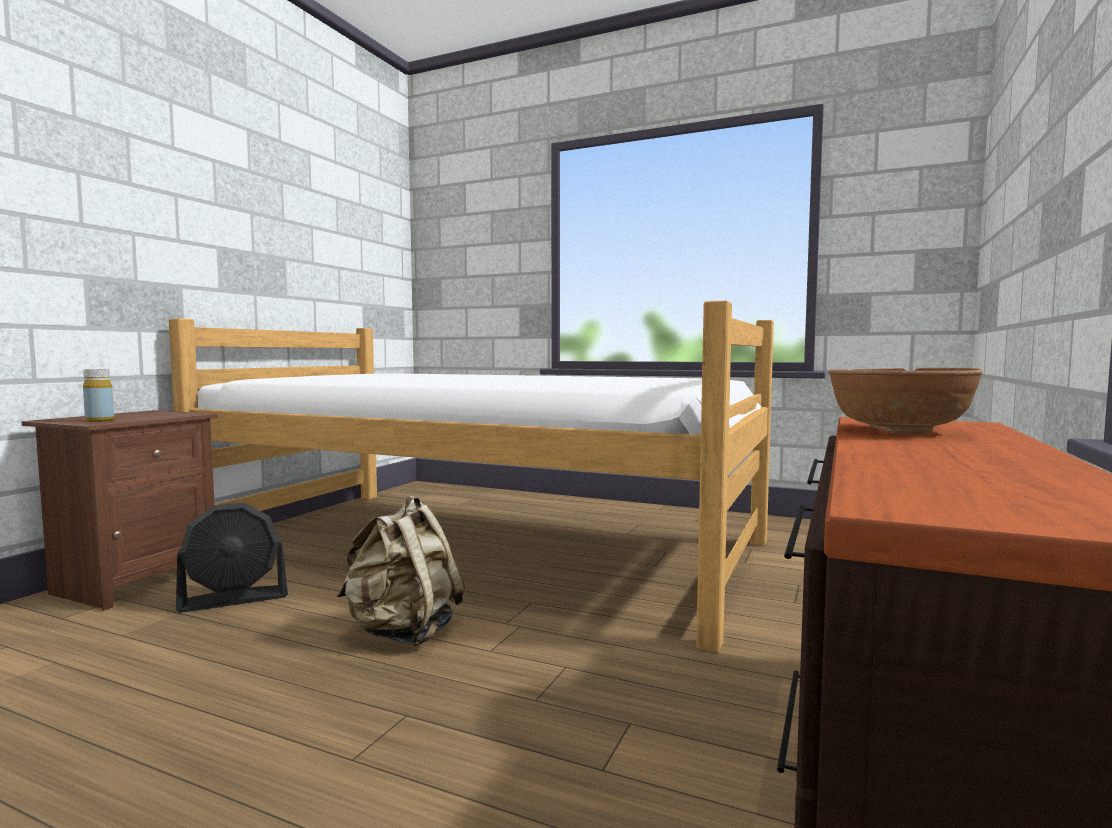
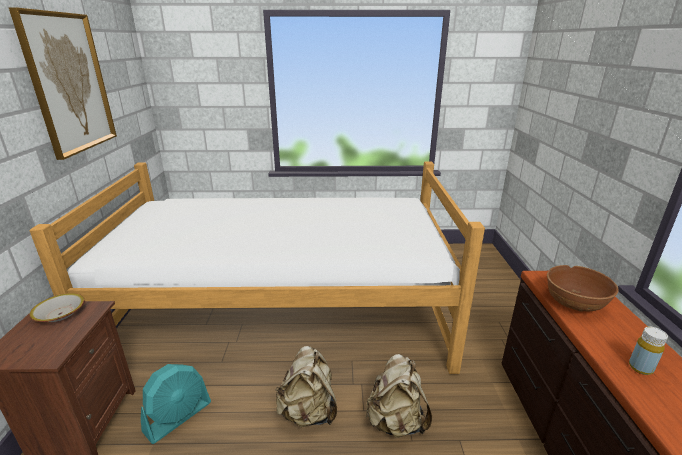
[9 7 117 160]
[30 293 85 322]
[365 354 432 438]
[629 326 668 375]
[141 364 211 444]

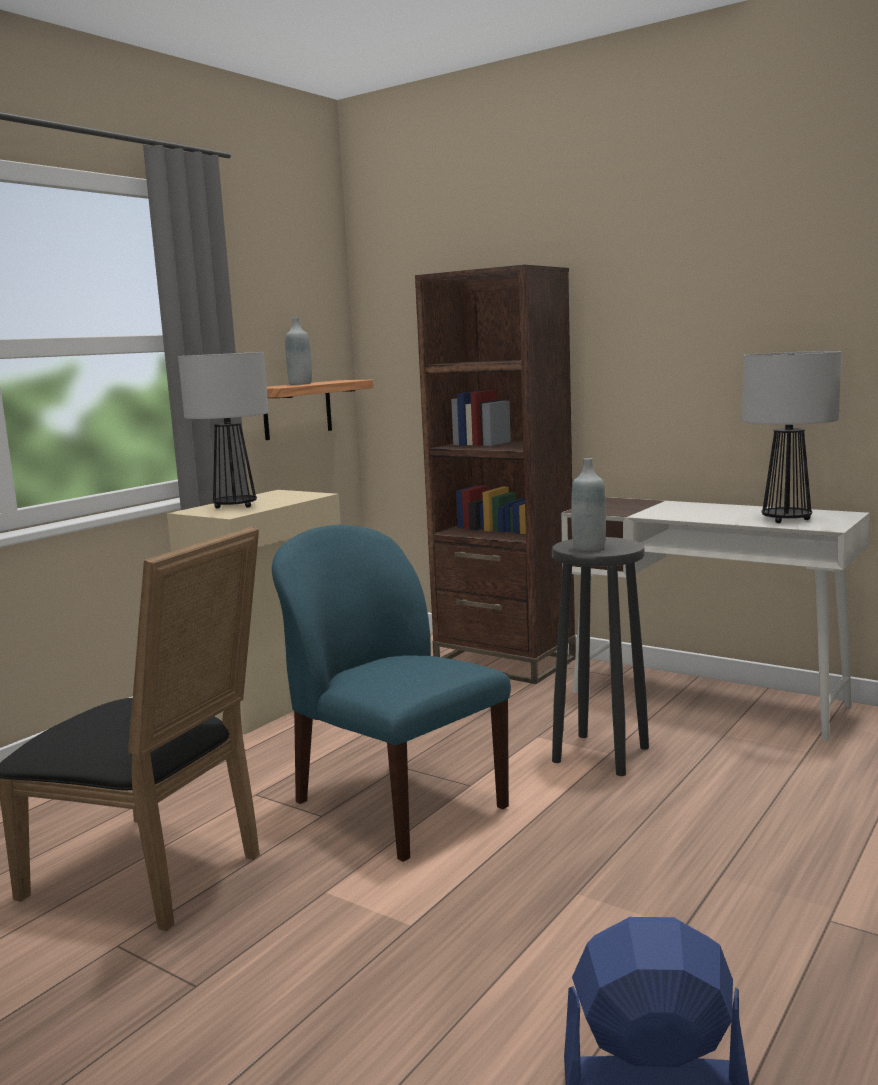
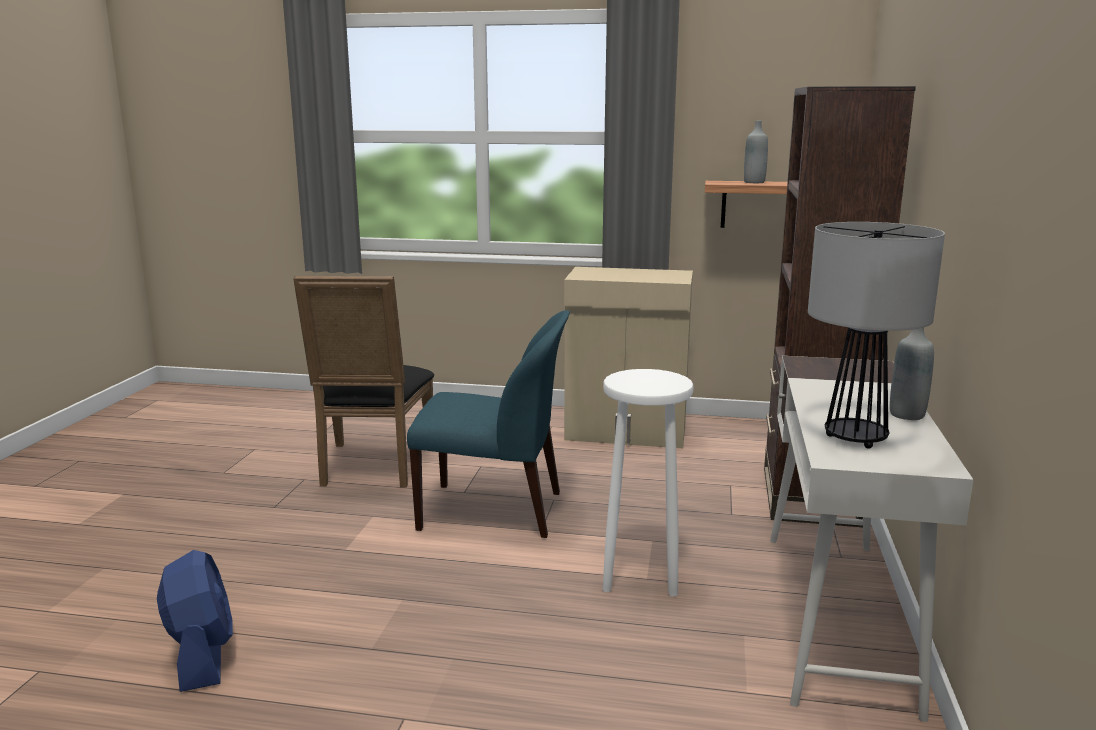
[178 352 269 509] (first image)
[890 328 934 420]
[603 369 693 596]
[407 310 570 538]

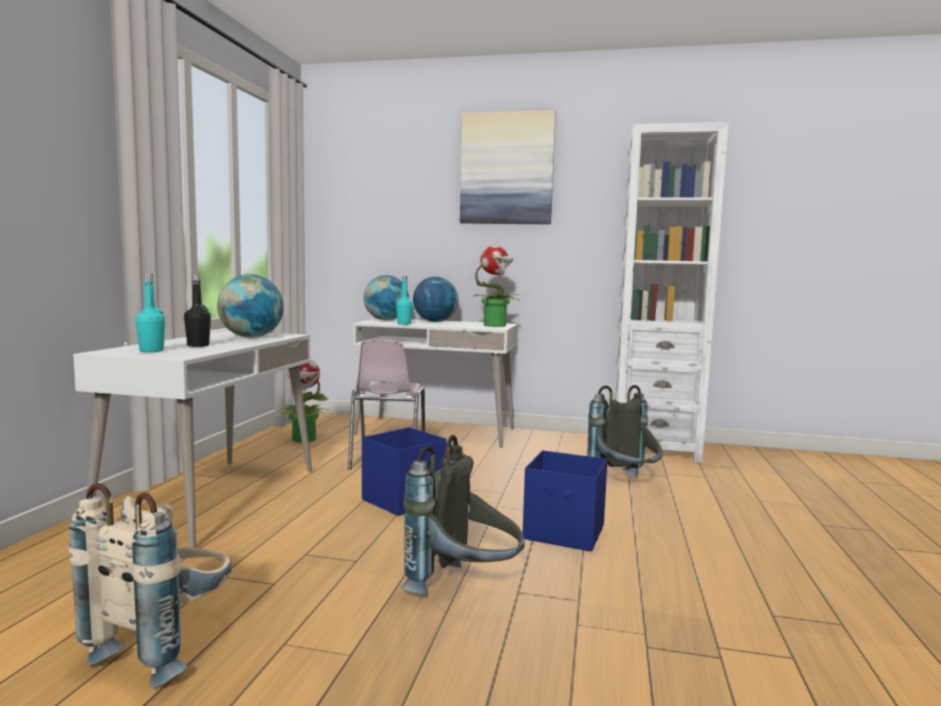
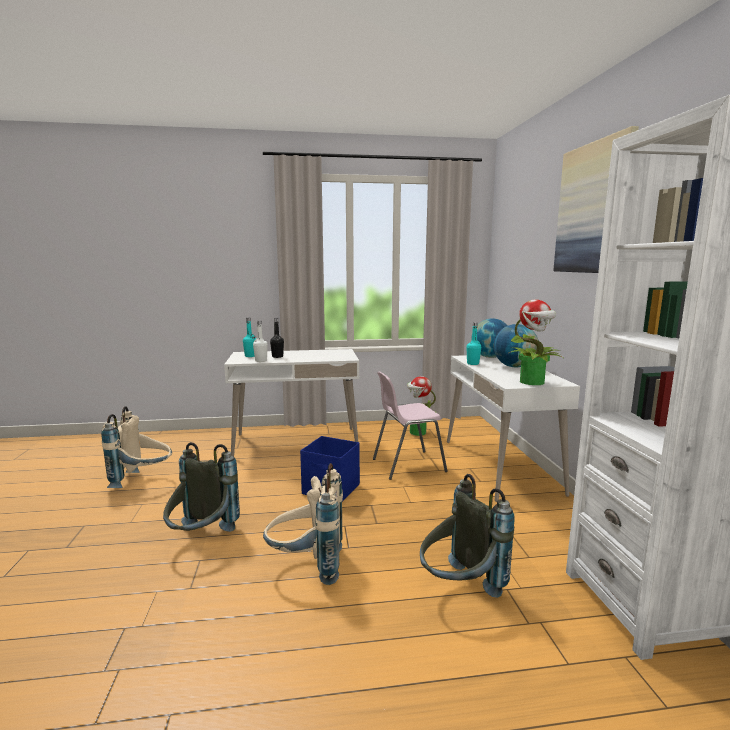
[217 274 284 338] (first image)
[253 320 268 362]
[263 463 343 585]

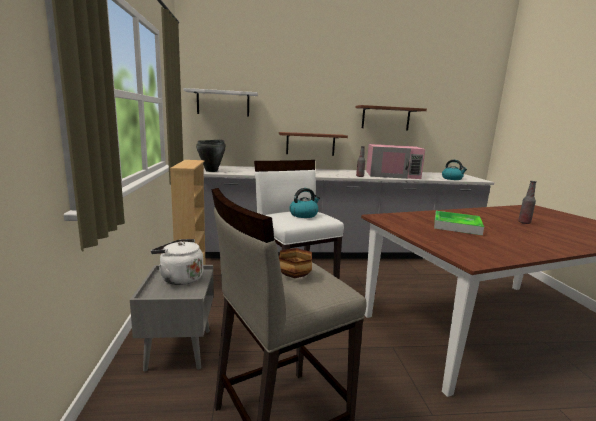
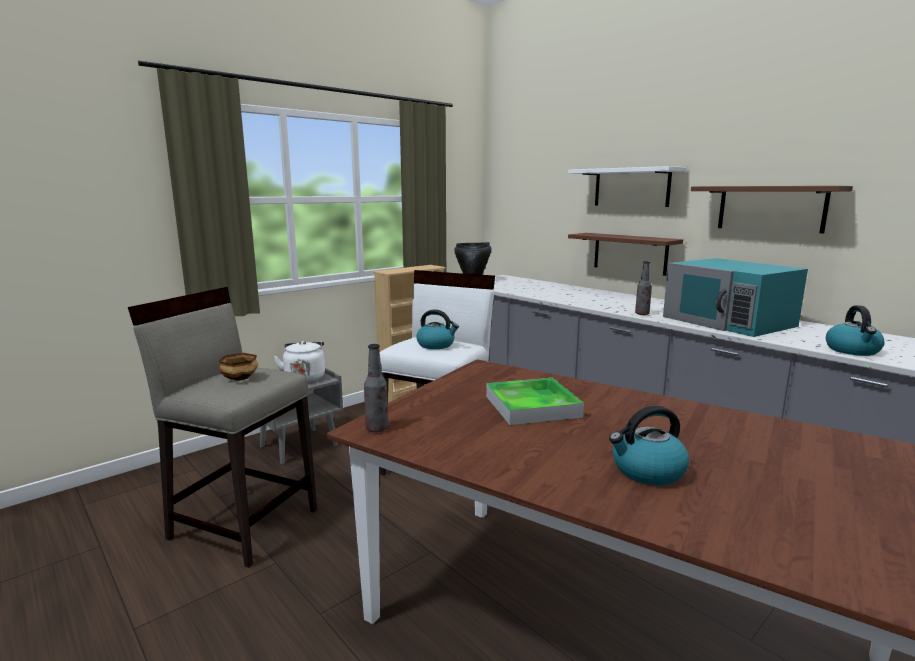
[609 406 689 485]
[568 166 686 207]
[364 344 389 432]
[663 258 808 337]

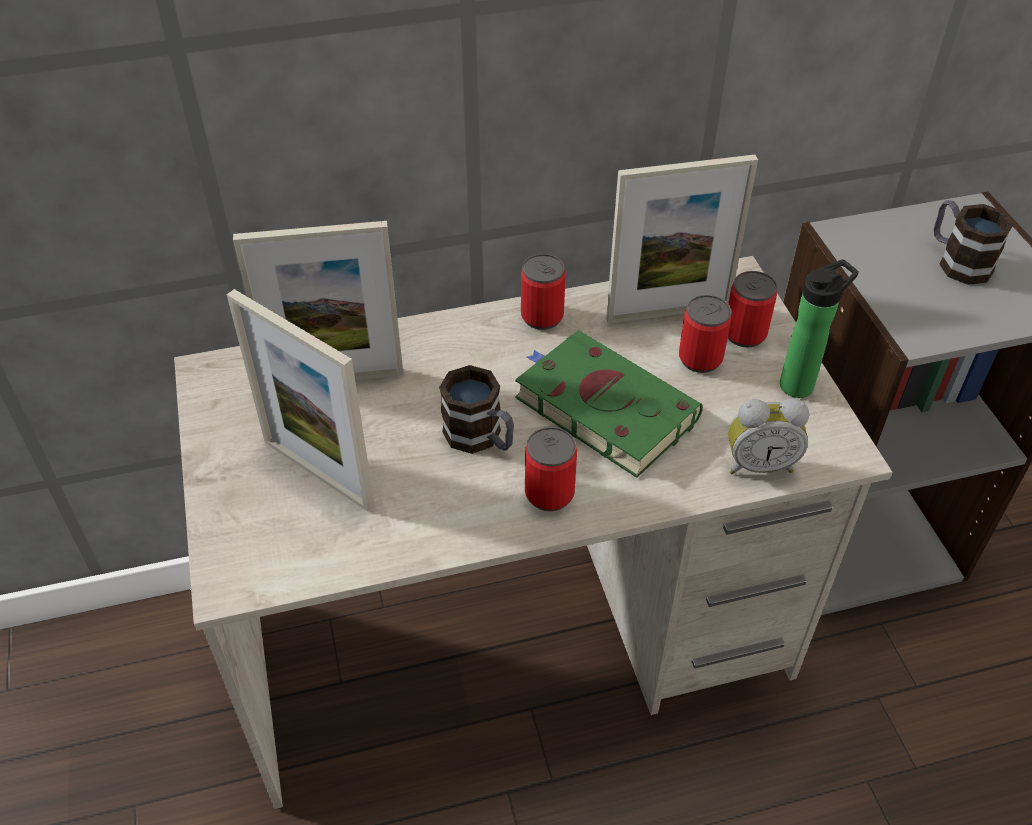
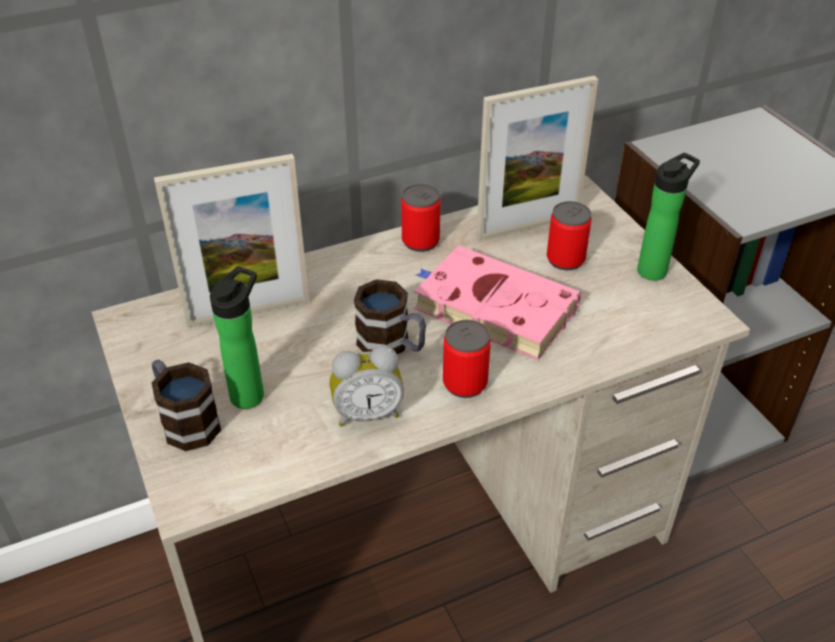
[728 271 777 348] (first image)
[330 346 404 427]
[151 360 221 451]
[210 266 264 409]
[414 245 581 360]

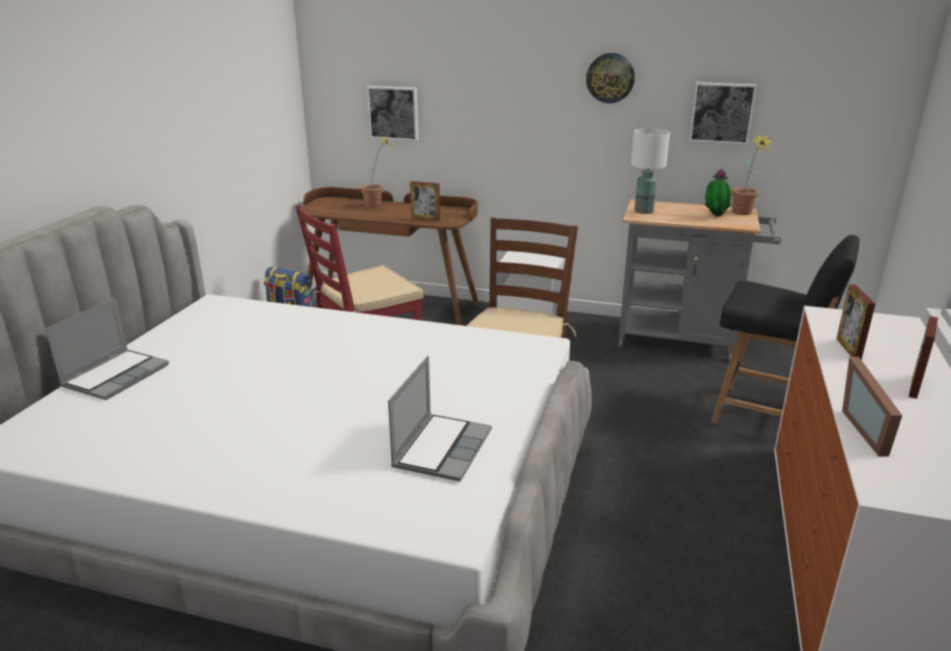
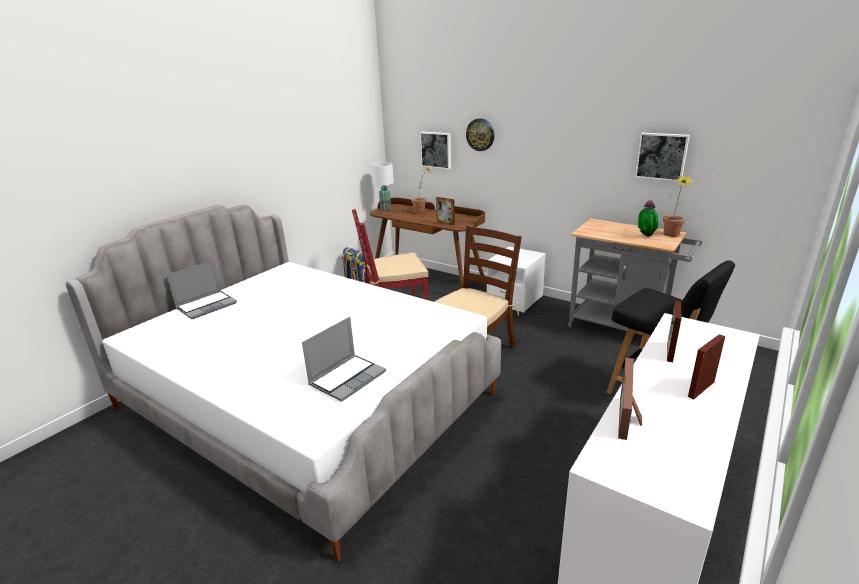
[466 118 494 151]
[372 162 394 211]

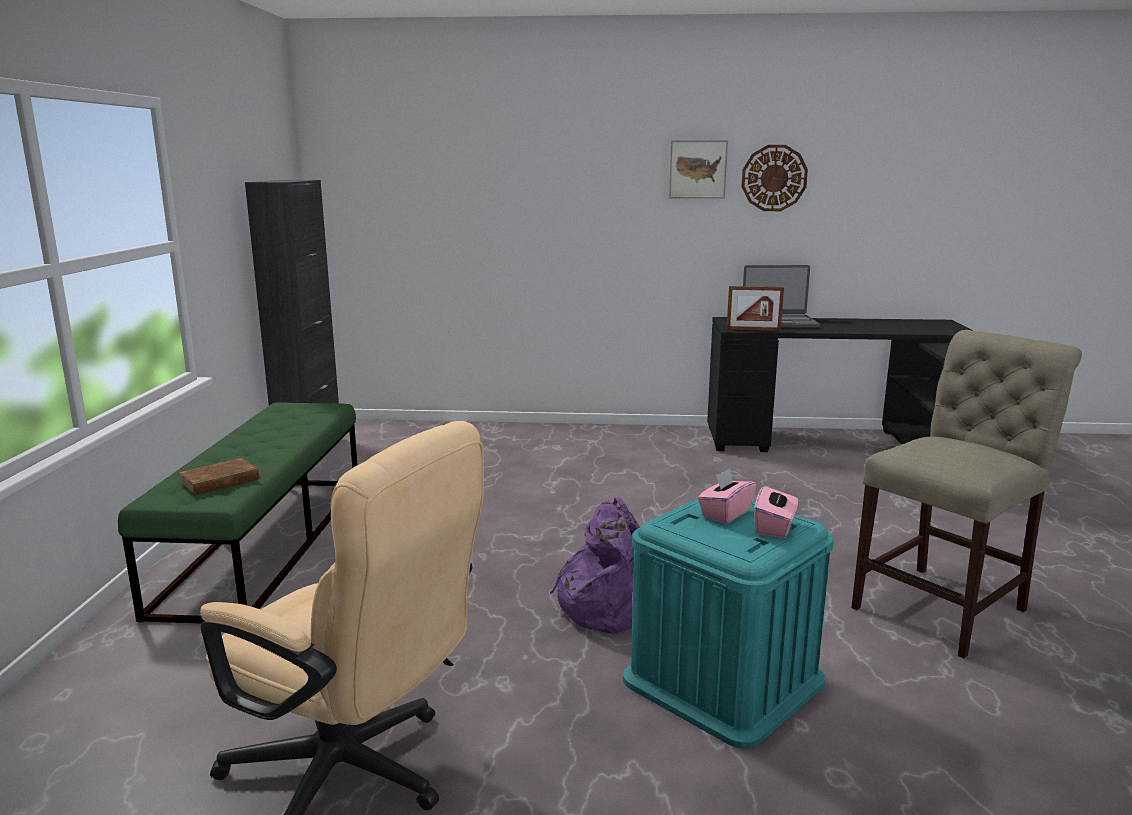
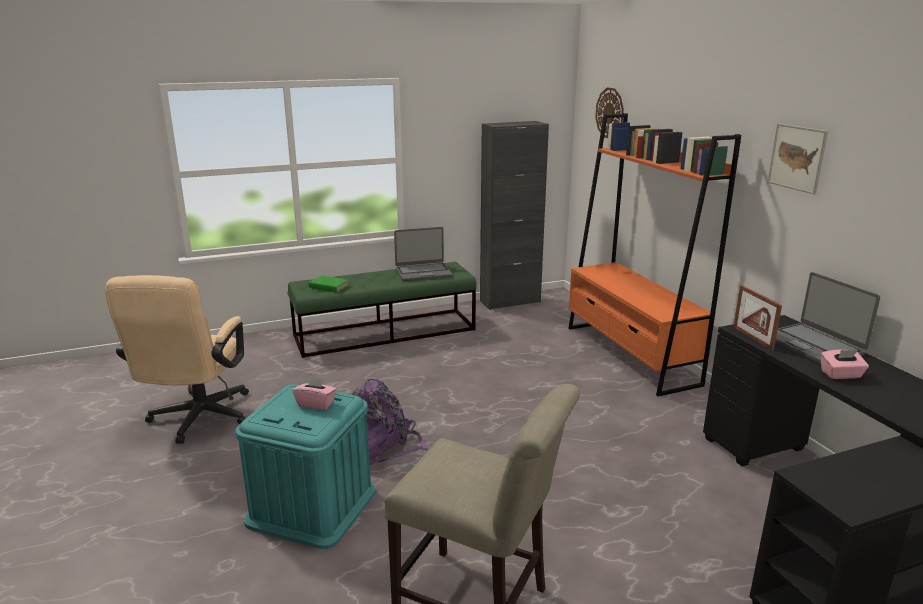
[394 227 453 281]
[568 113 741 396]
[595 87 624 138]
[820 350 869 379]
[309 275 349 292]

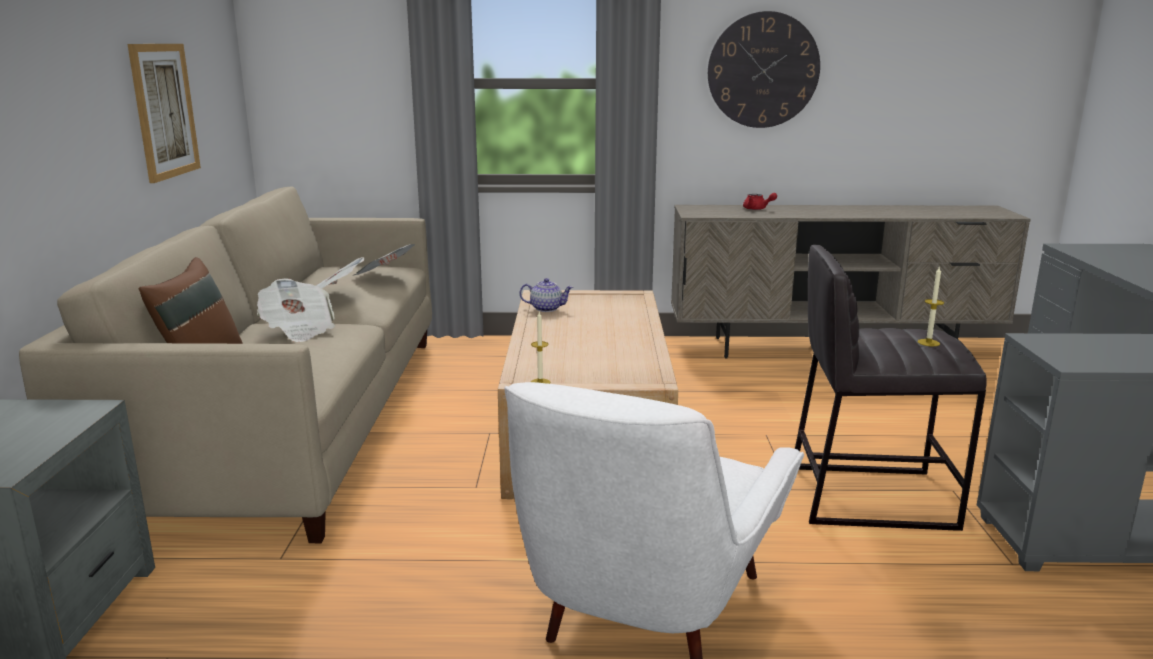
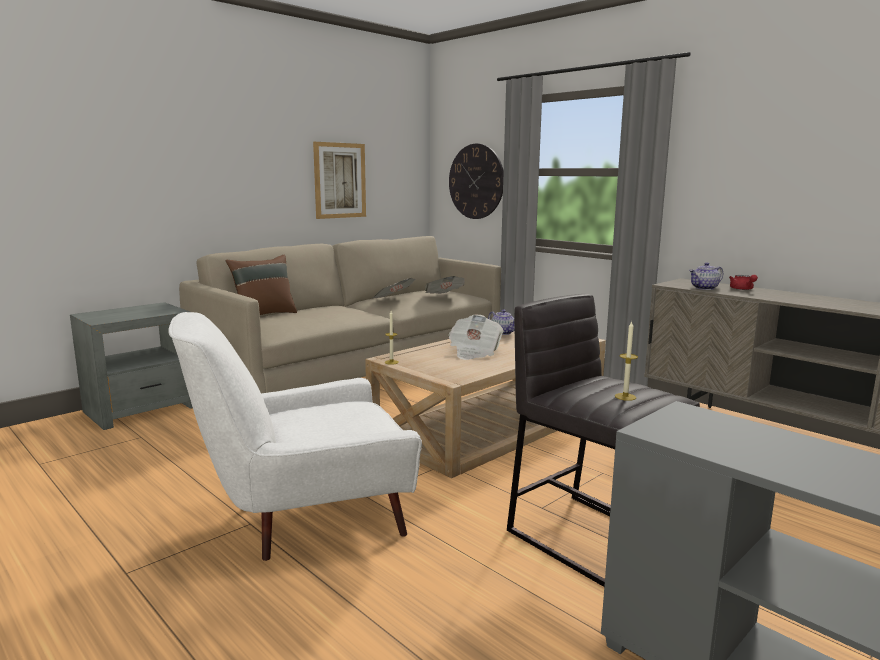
[689 262 723 290]
[448 314 504 360]
[449 144 504 219]

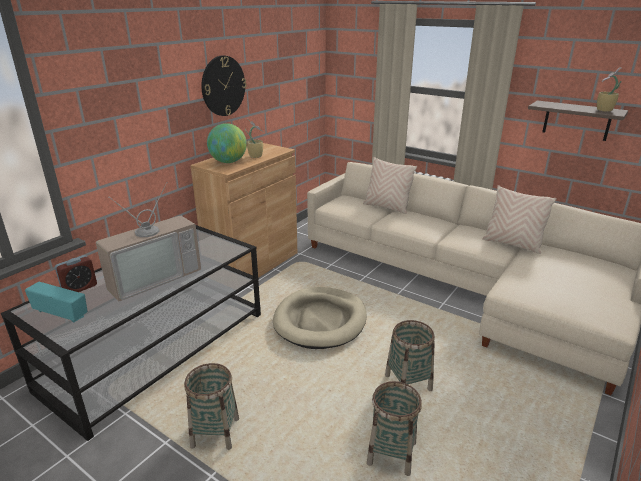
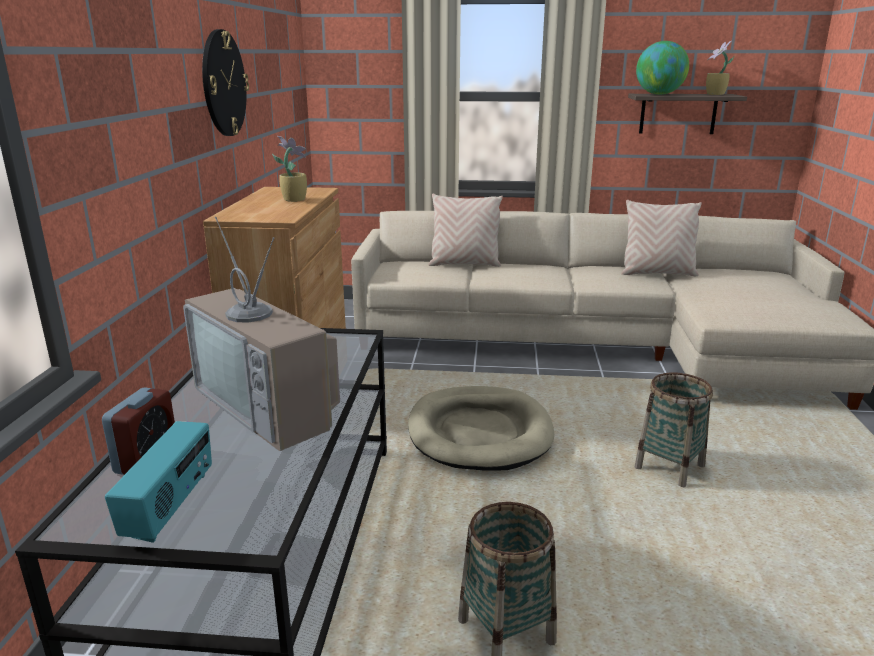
[367 381 422 476] (first image)
[636 41 689 95]
[105 421 212 543]
[183 217 340 451]

